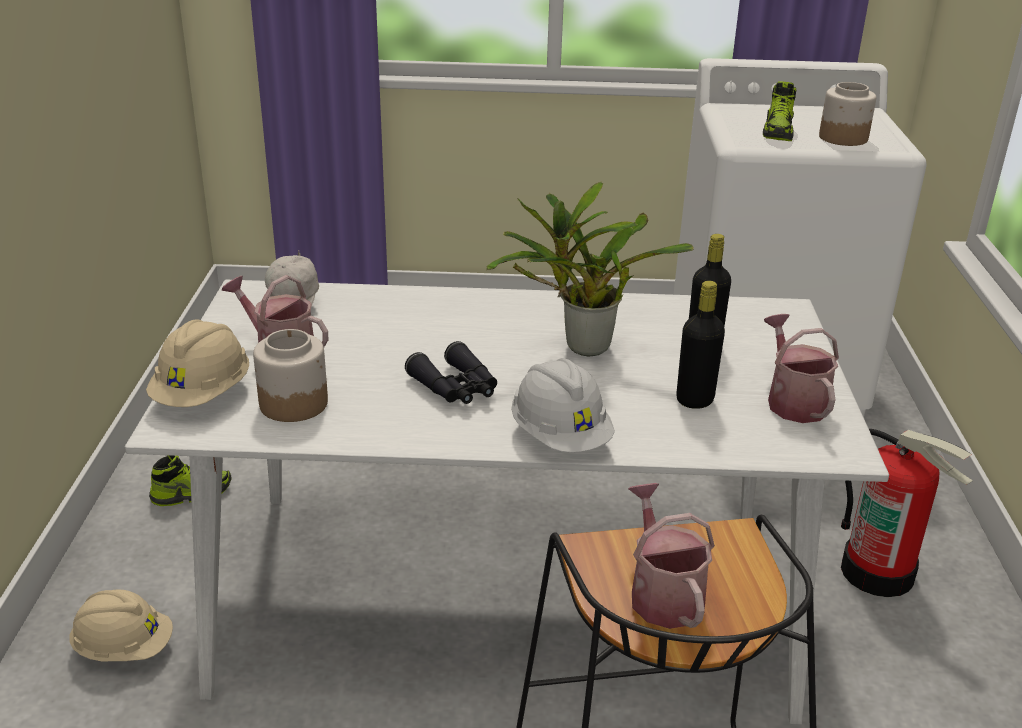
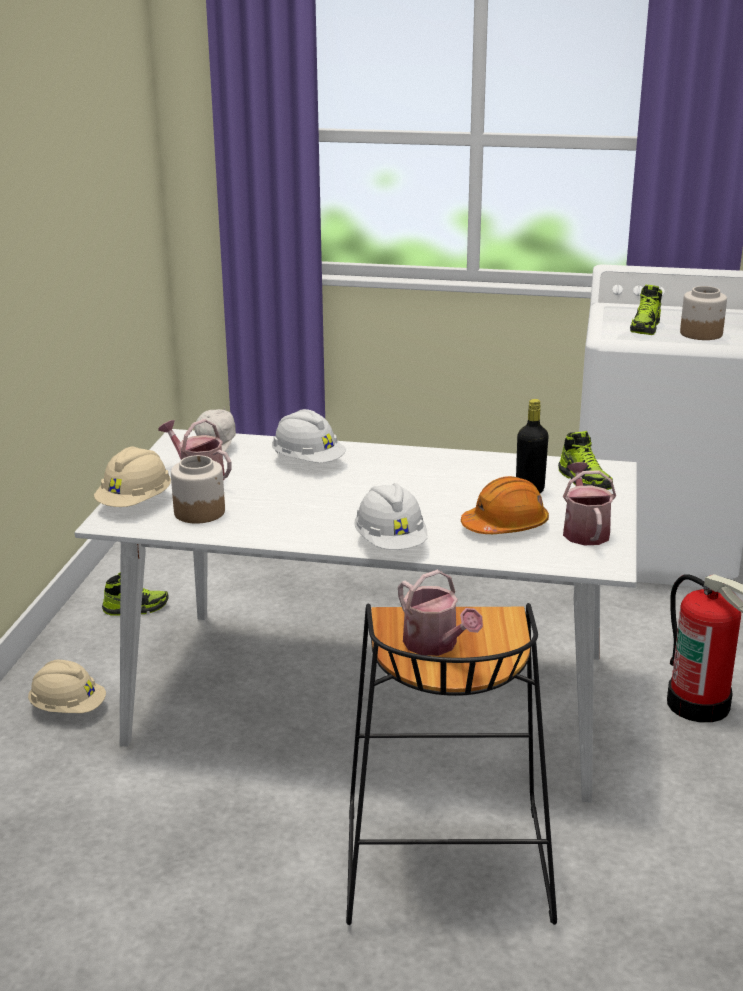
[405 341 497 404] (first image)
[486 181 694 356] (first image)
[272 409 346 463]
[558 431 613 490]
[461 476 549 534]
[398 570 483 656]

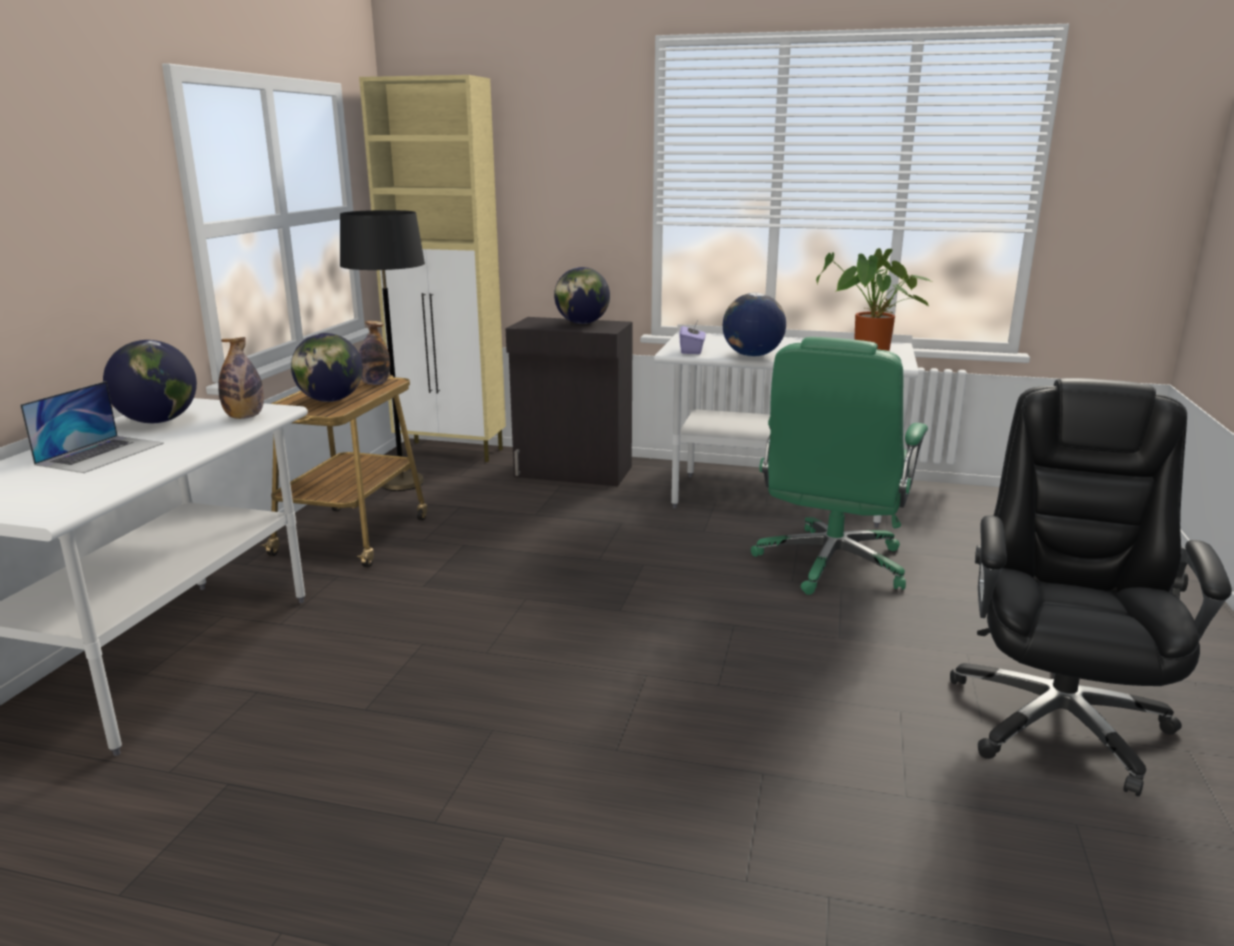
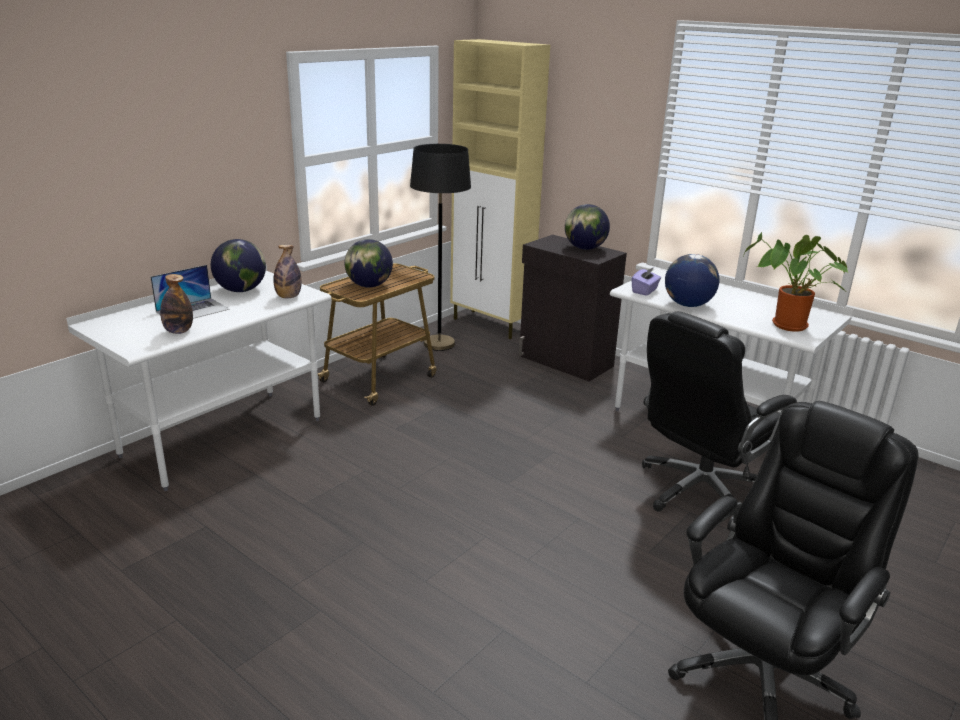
[160 274 193 334]
[642 311 797 511]

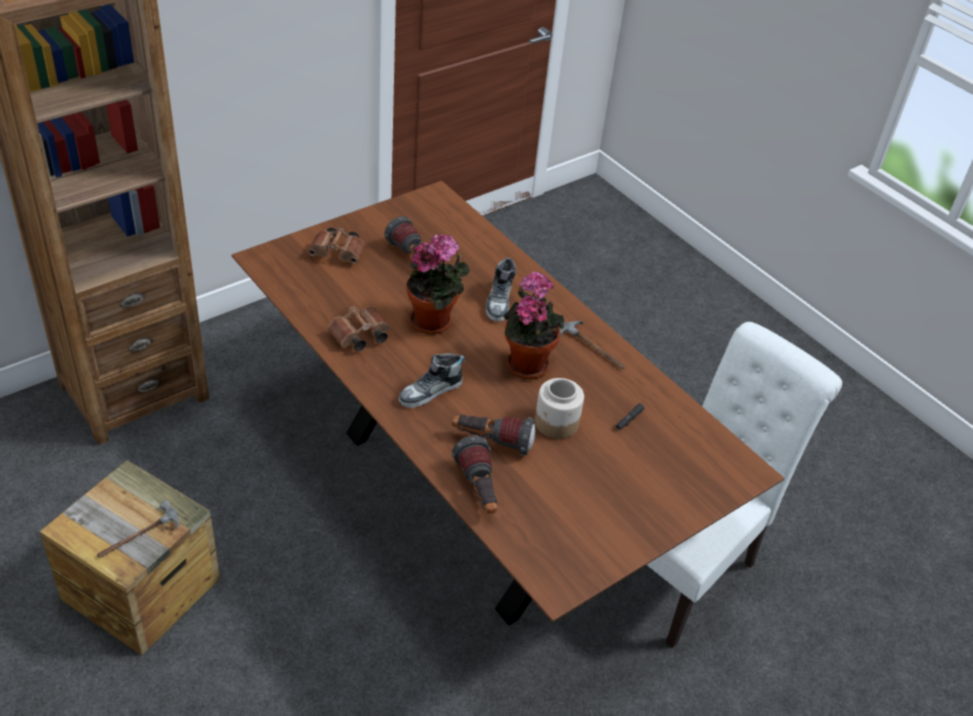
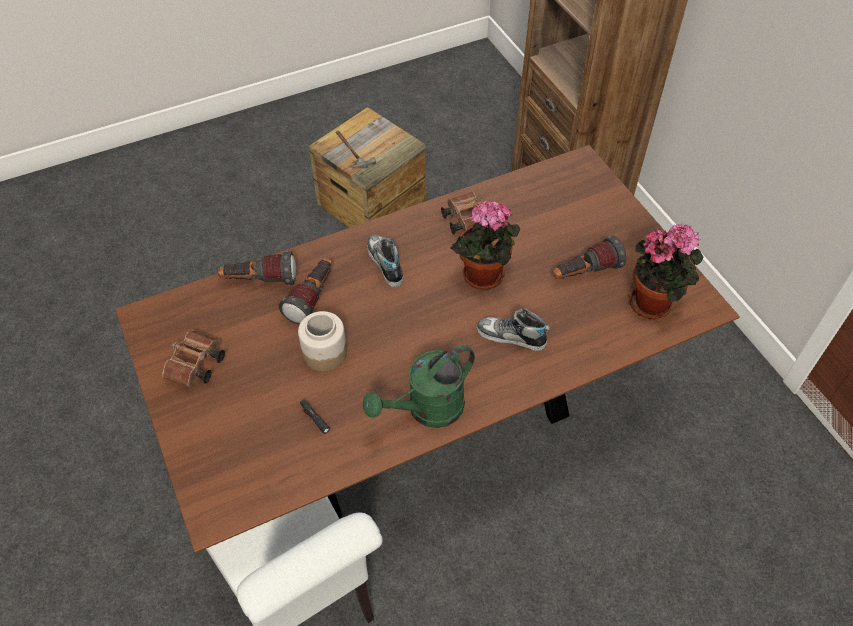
[162 330 225 387]
[630 223 704 319]
[363 345 475 428]

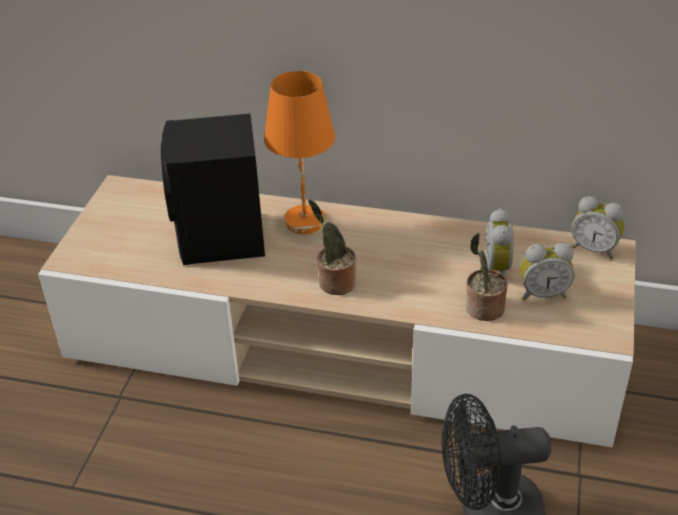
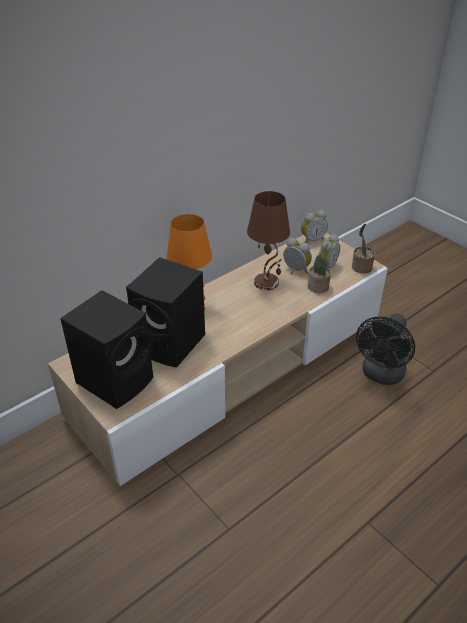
[60 290 153 409]
[247 191 290 291]
[352 223 375 273]

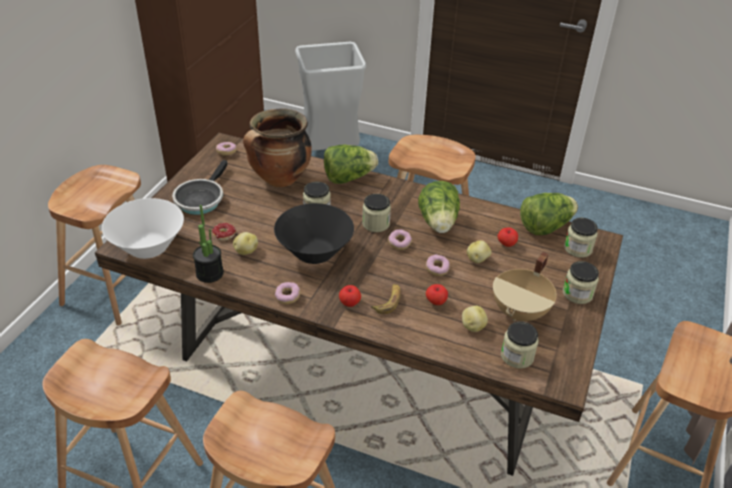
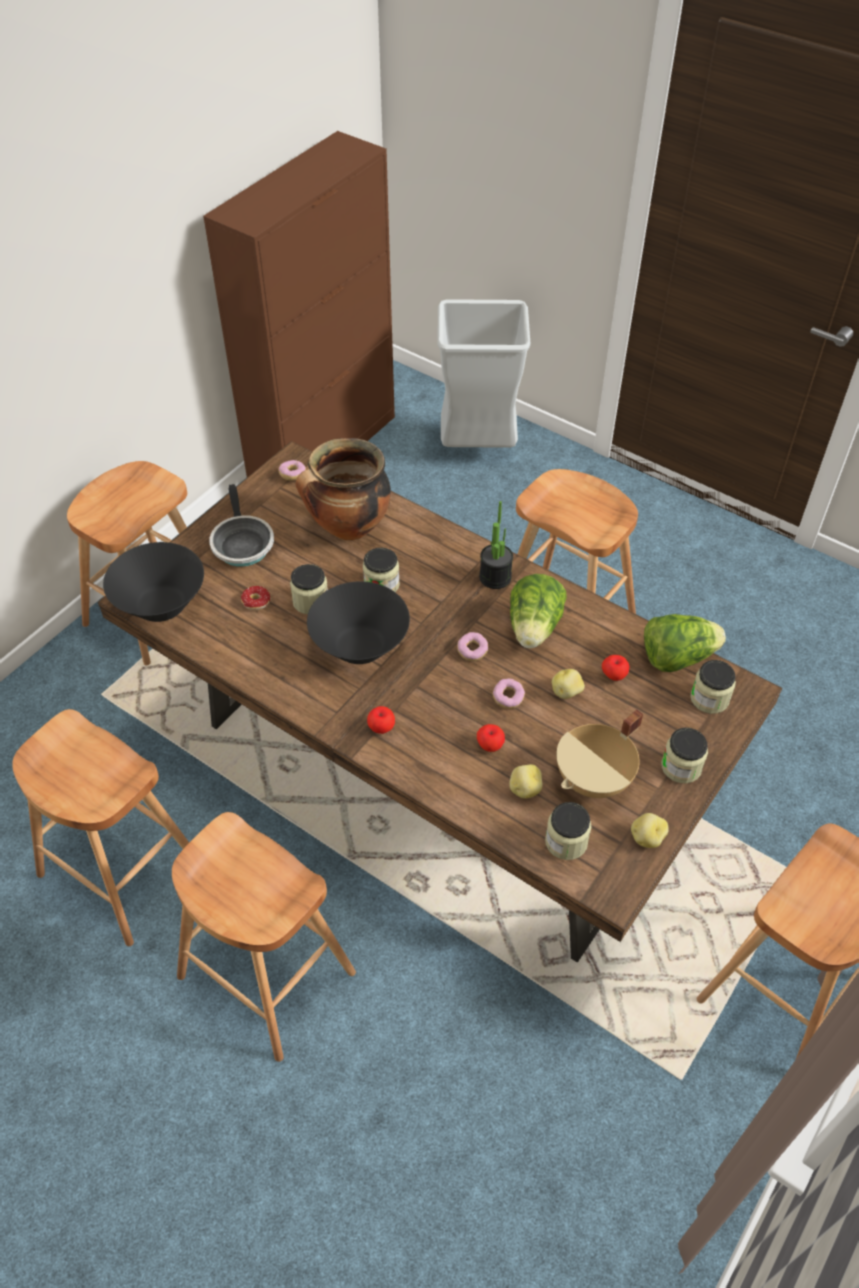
[275 282 300 304] (first image)
[324 145 378 184] (first image)
[371 284 401 314] (first image)
[479 501 513 589]
[631 813 669 848]
[290 564 328 614]
[103 542 204 622]
[209 484 274 567]

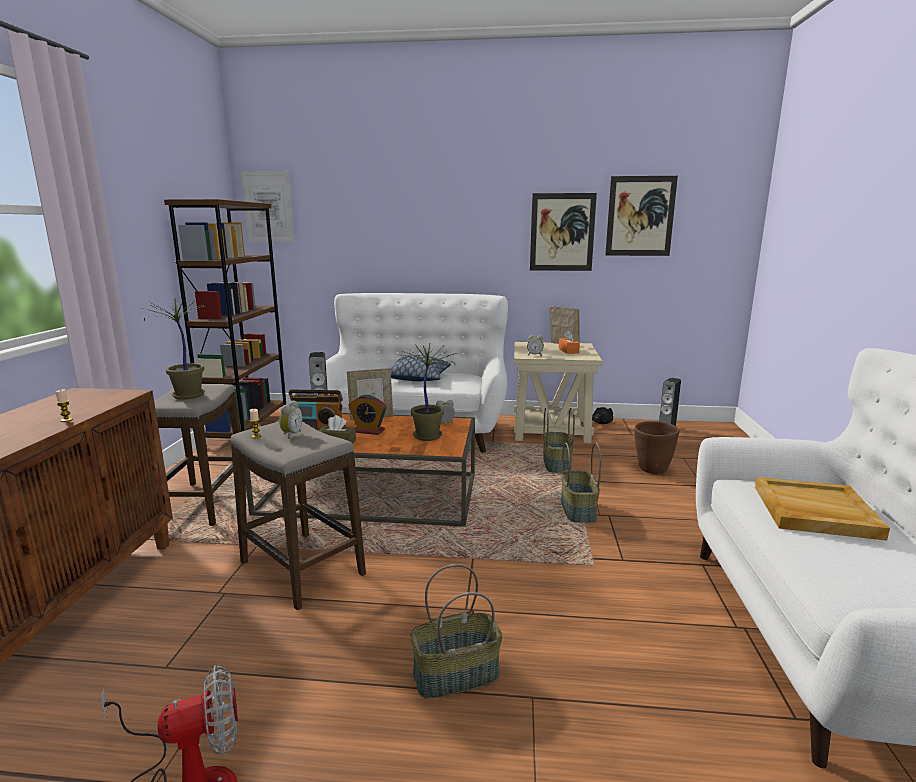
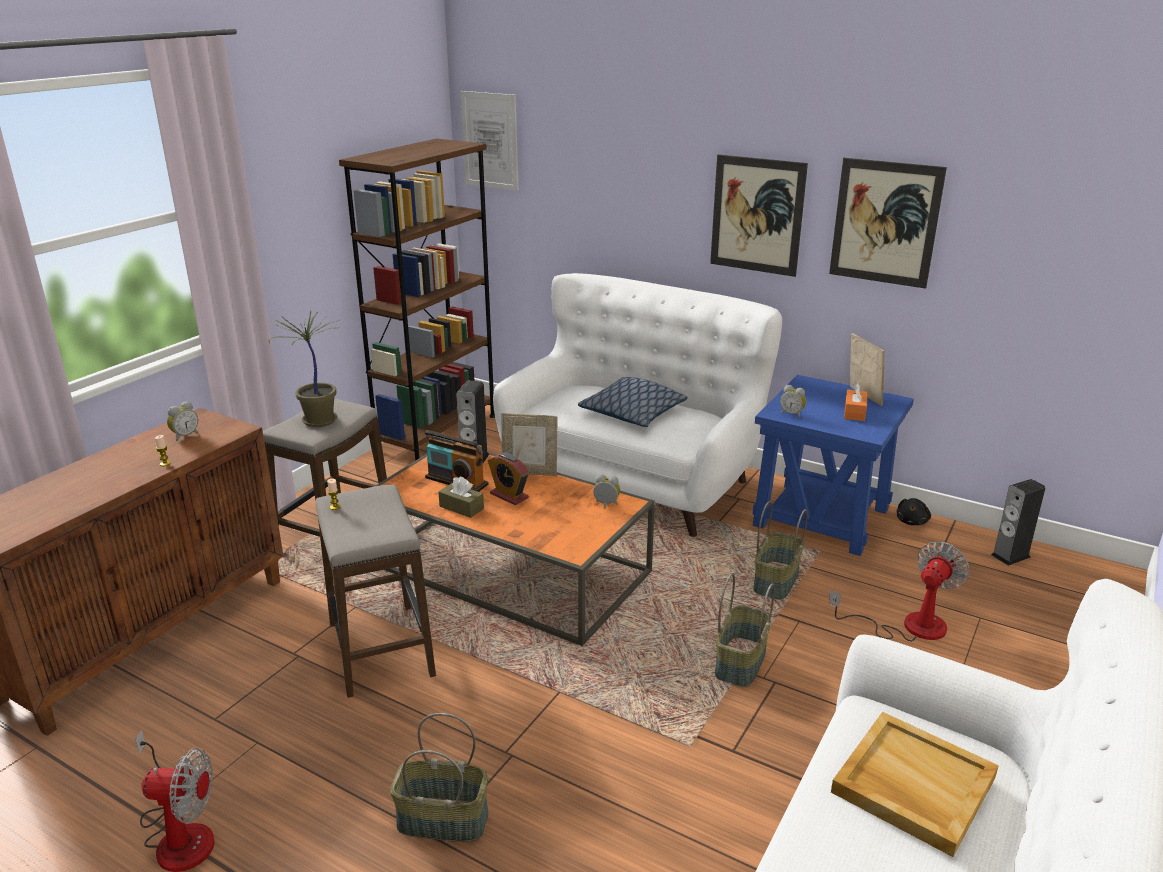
[397 344 462 441] (first image)
[167 401 198 441]
[710 154 808 277]
[829 541 969 641]
[753 375 914 556]

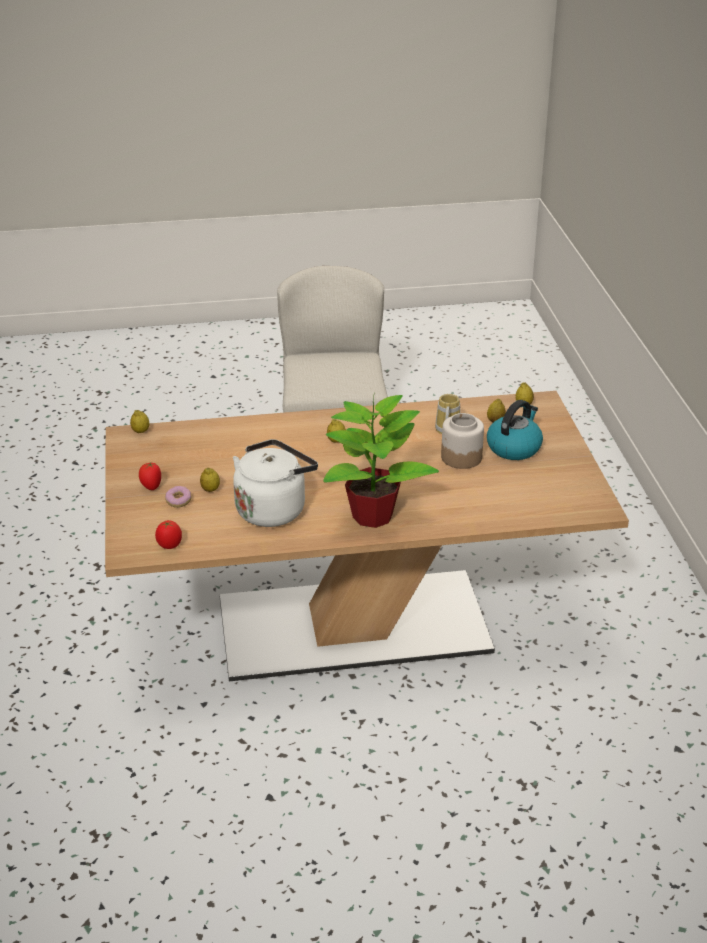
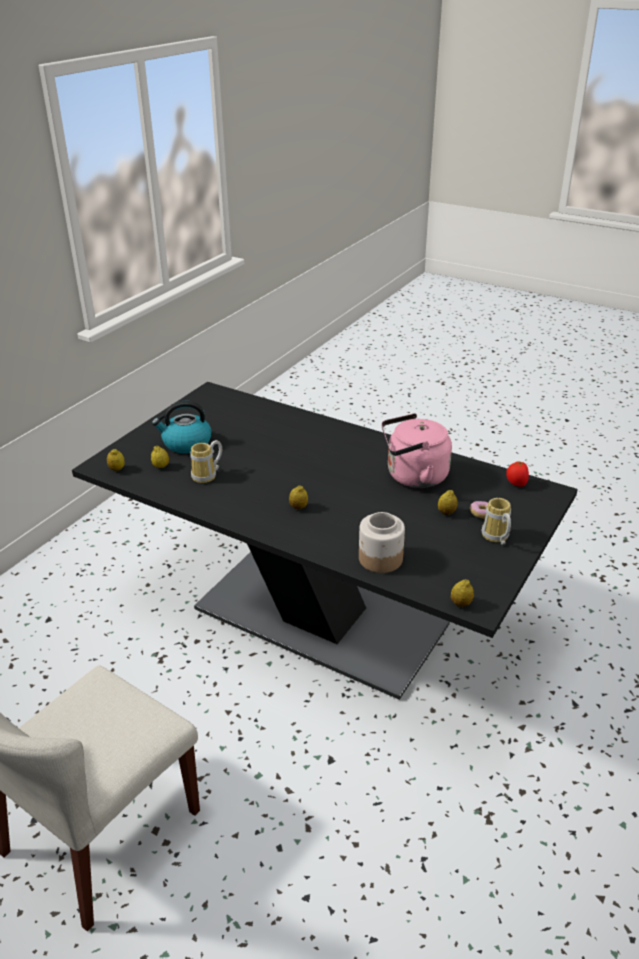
[323 392 439 528] (first image)
[359 512 405 573]
[482 498 511 545]
[72 382 578 700]
[381 413 452 488]

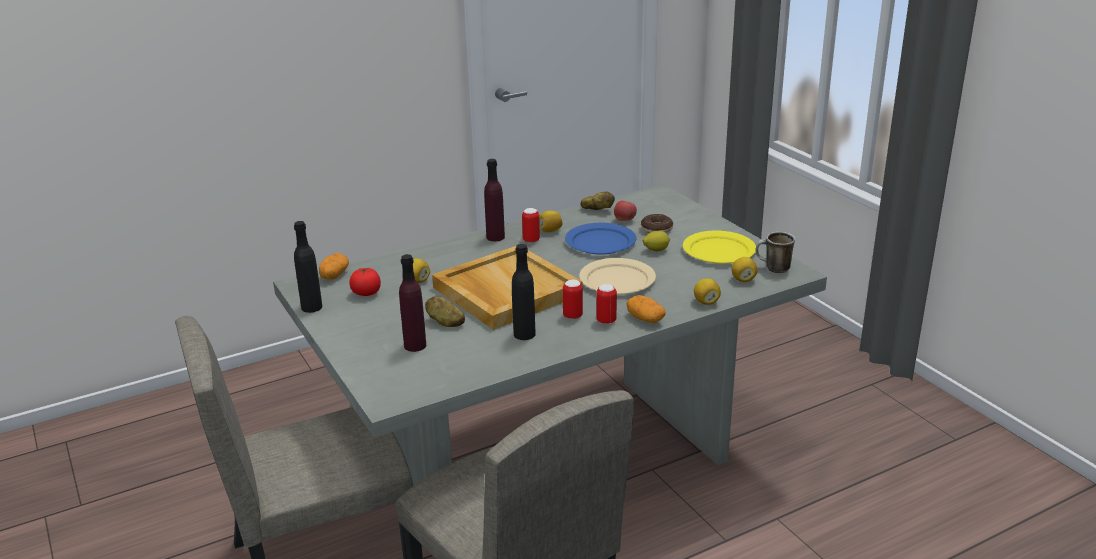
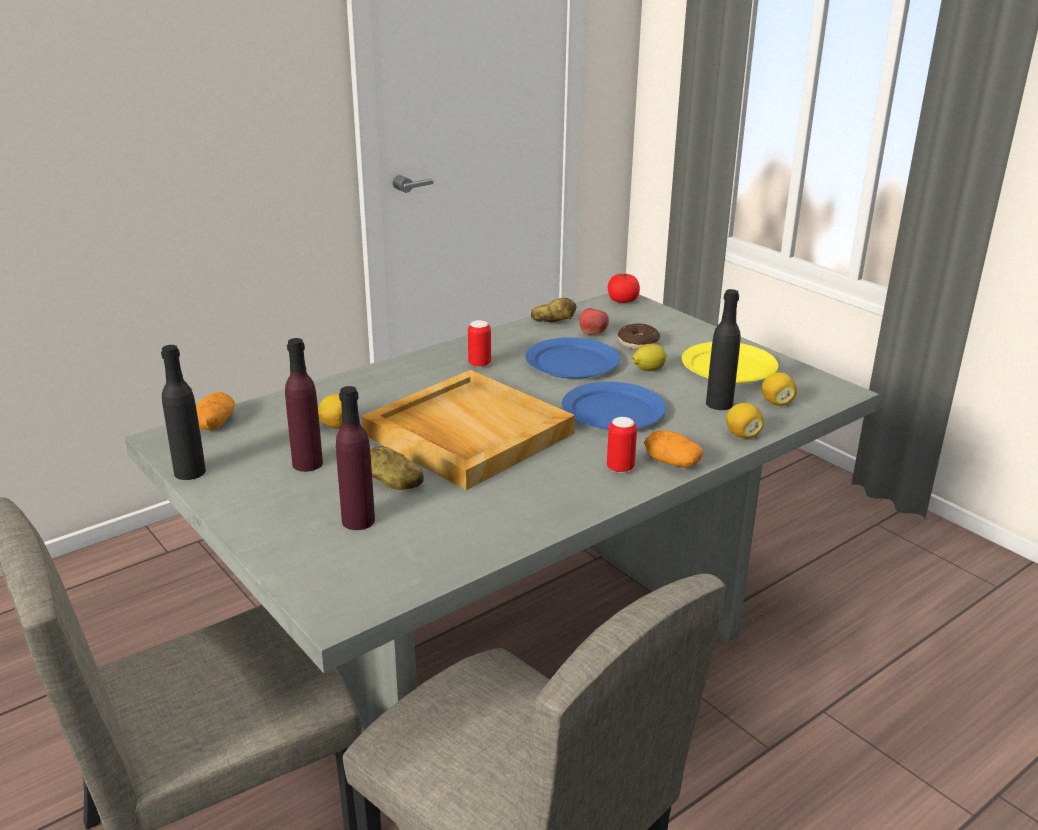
[539 211 563 232] (first image)
[563 280 583 320] (first image)
[756 232 795 273] (first image)
[608 273 640 303]
[285 338 323 472]
[706 289 741 410]
[562 382 666 430]

